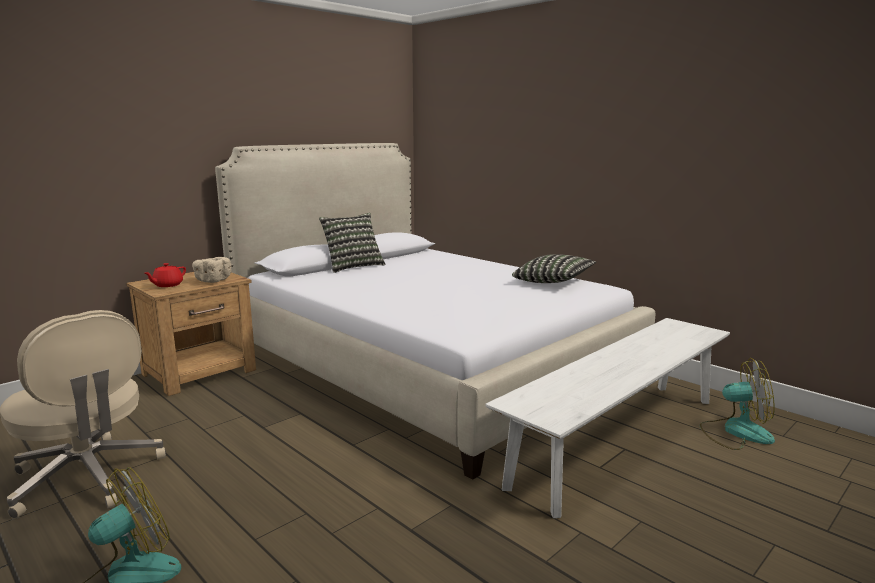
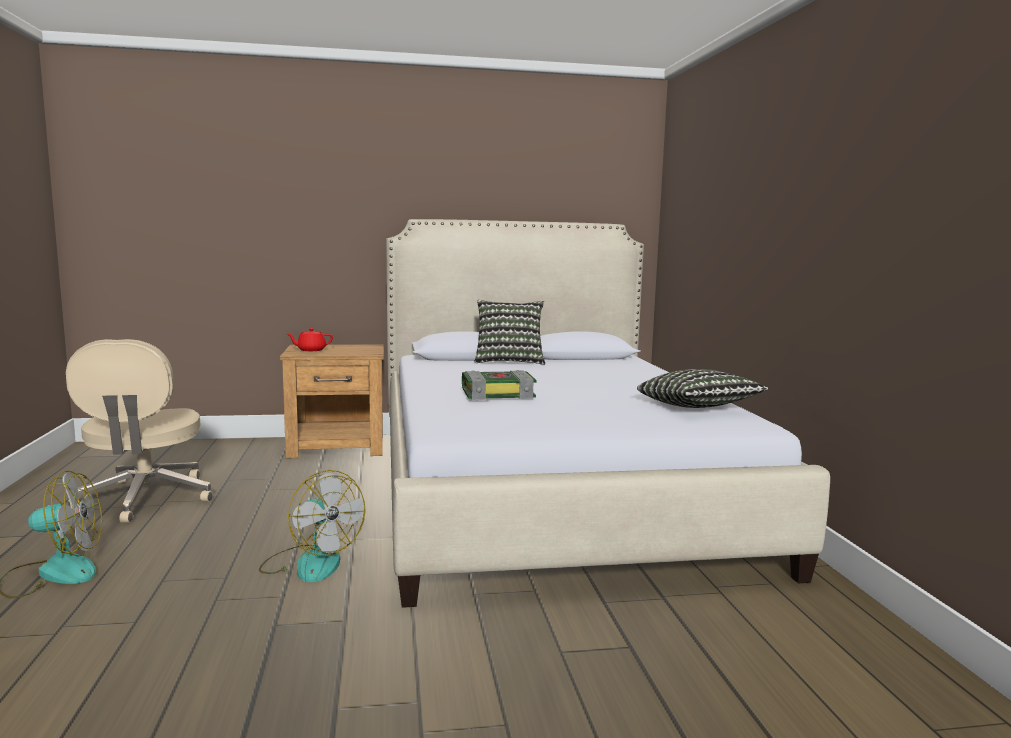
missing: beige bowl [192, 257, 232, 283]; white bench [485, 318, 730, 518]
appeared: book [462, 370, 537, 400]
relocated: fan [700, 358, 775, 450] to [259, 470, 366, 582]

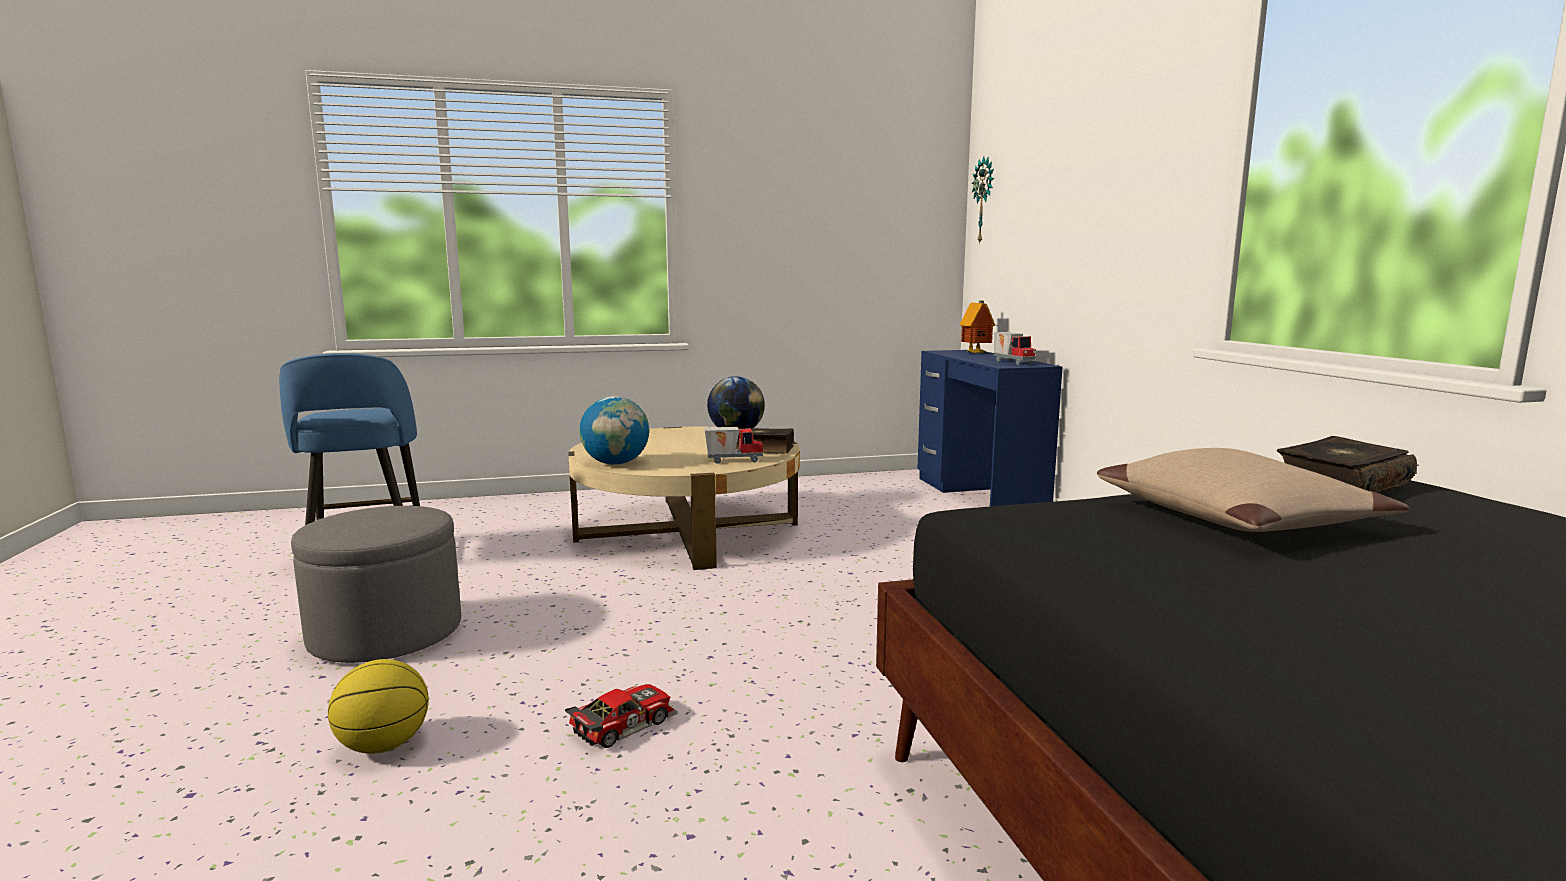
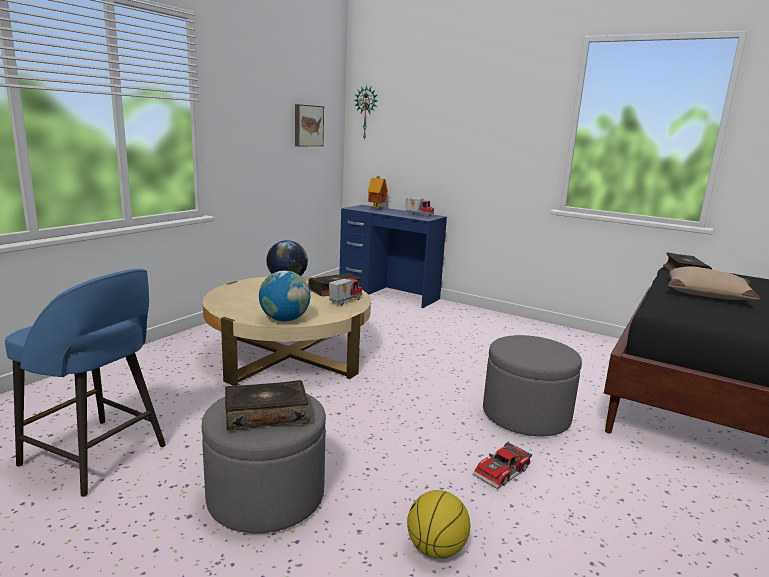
appeared: picture [295, 104, 324, 146]; grey ottoman [483, 335, 582, 436]; book [225, 380, 310, 430]
spun: toy car [565, 684, 678, 748] = [473, 442, 532, 489] 135 degrees counterclockwise

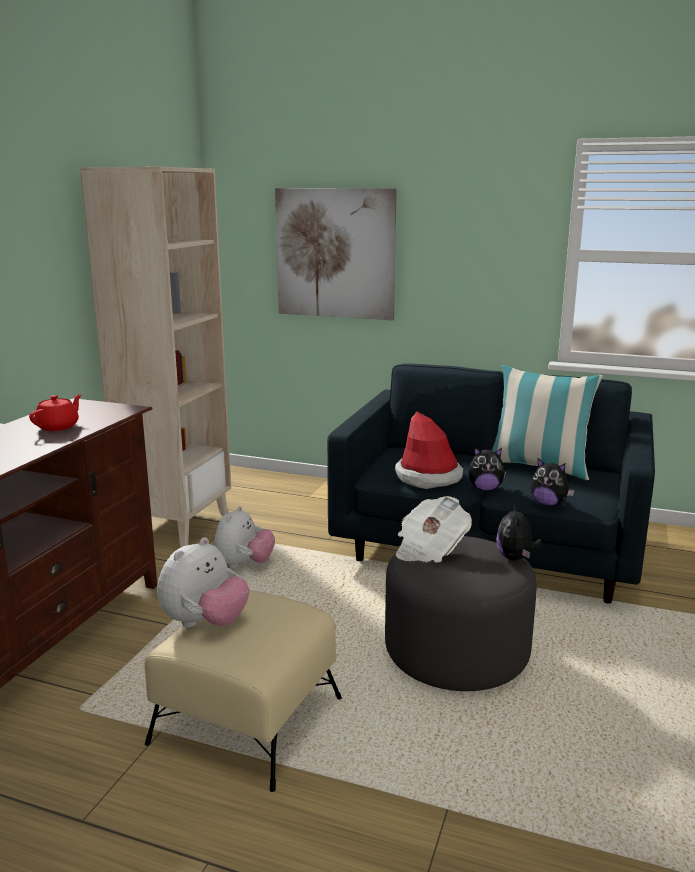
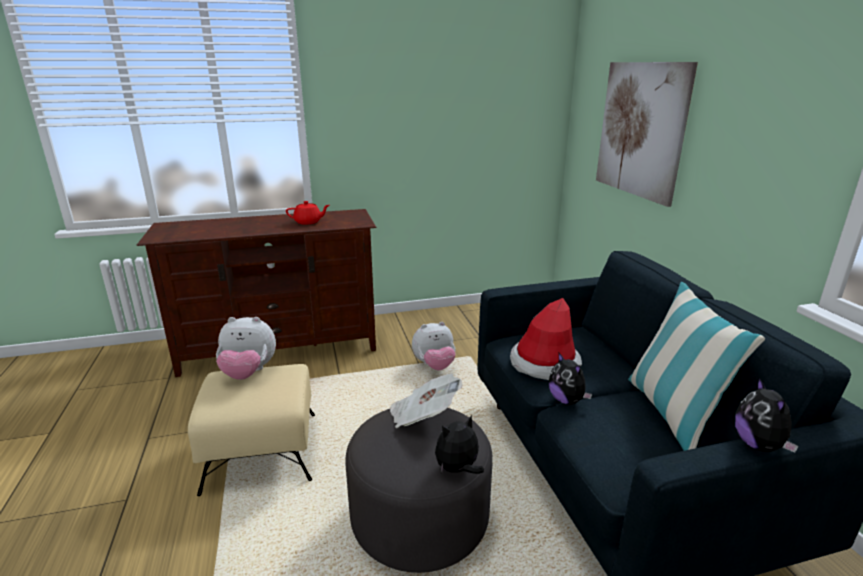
missing: beige bookcase [80, 167, 231, 547]
relocated: plush toy [531, 458, 575, 506] to [735, 378, 798, 452]

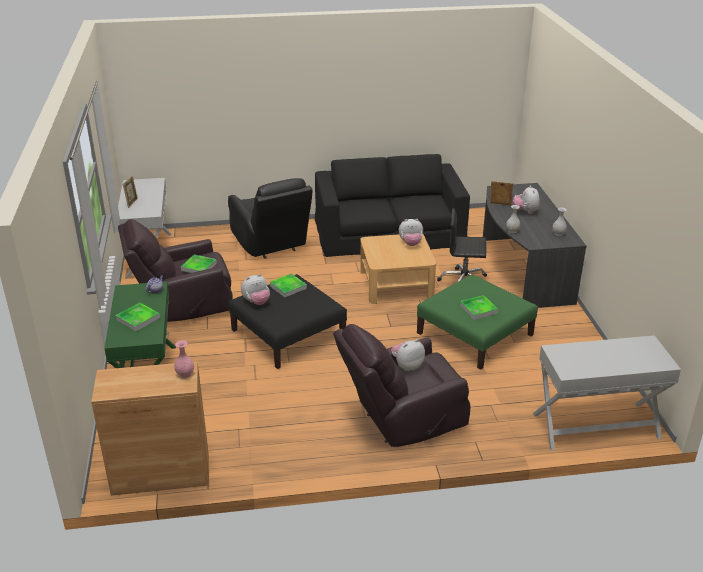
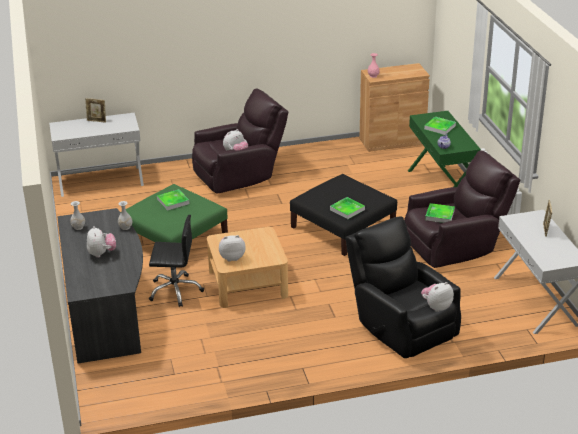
missing: black sofa [315, 154, 470, 257]
relocated: picture frame [490, 181, 513, 206] to [85, 98, 106, 123]; plush toy [241, 274, 270, 305] to [421, 282, 454, 312]

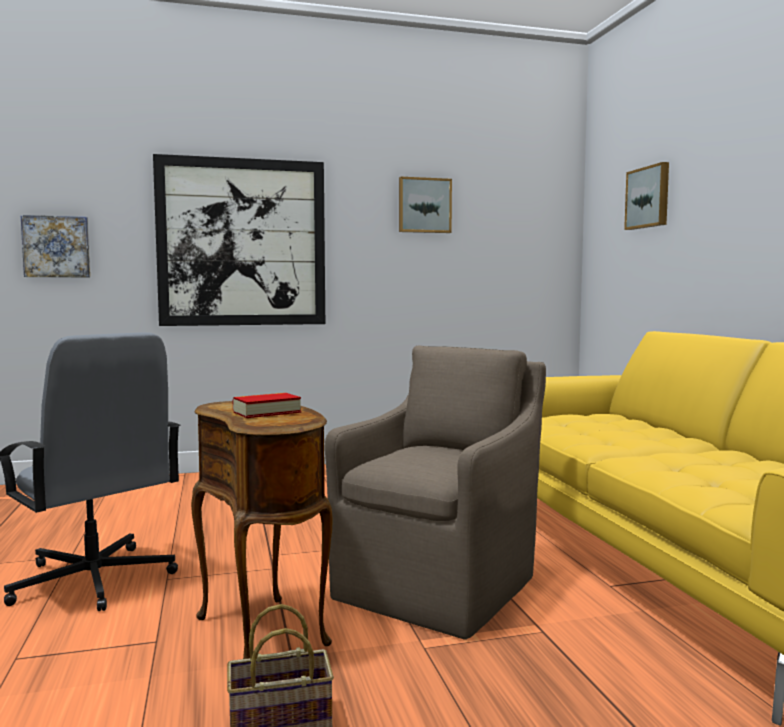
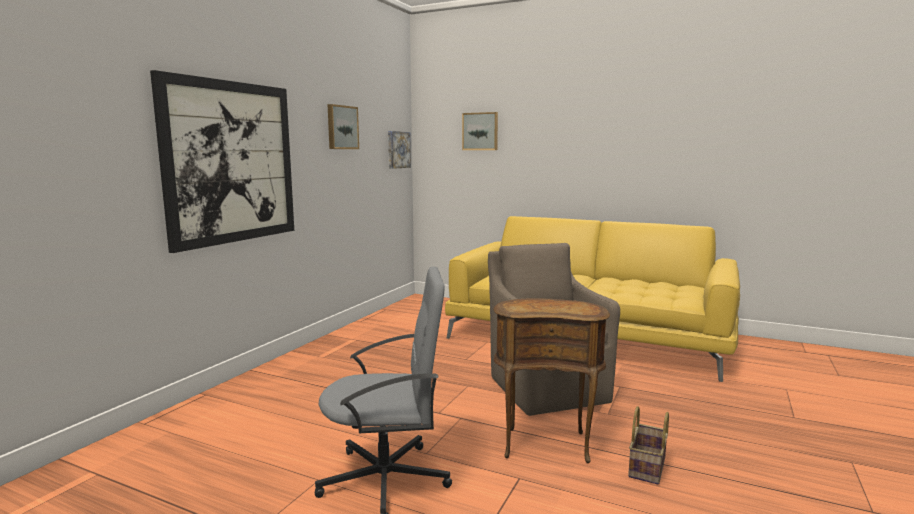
missing: book [233, 393, 301, 418]
relocated: picture [21, 215, 90, 277] to [388, 131, 411, 169]

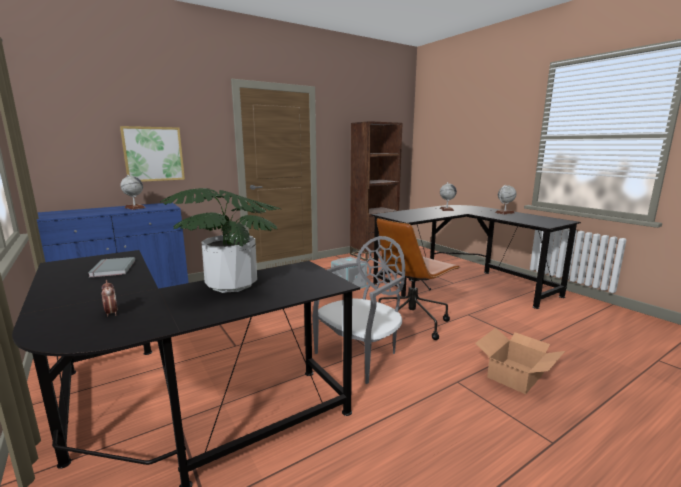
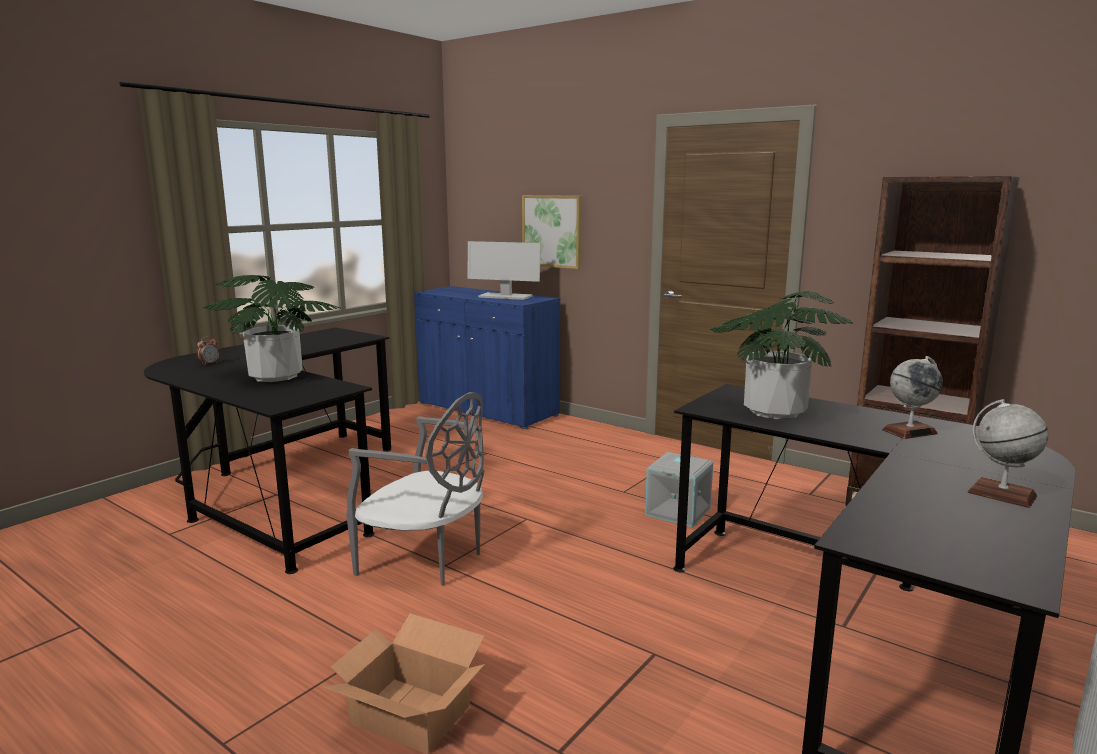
missing: brown office chair [377, 218, 460, 340]; grey book [88, 257, 135, 277]
appeared: potted plant [709, 291, 853, 419]
exchanged: globe [120, 175, 145, 210] to monitor [468, 241, 541, 300]

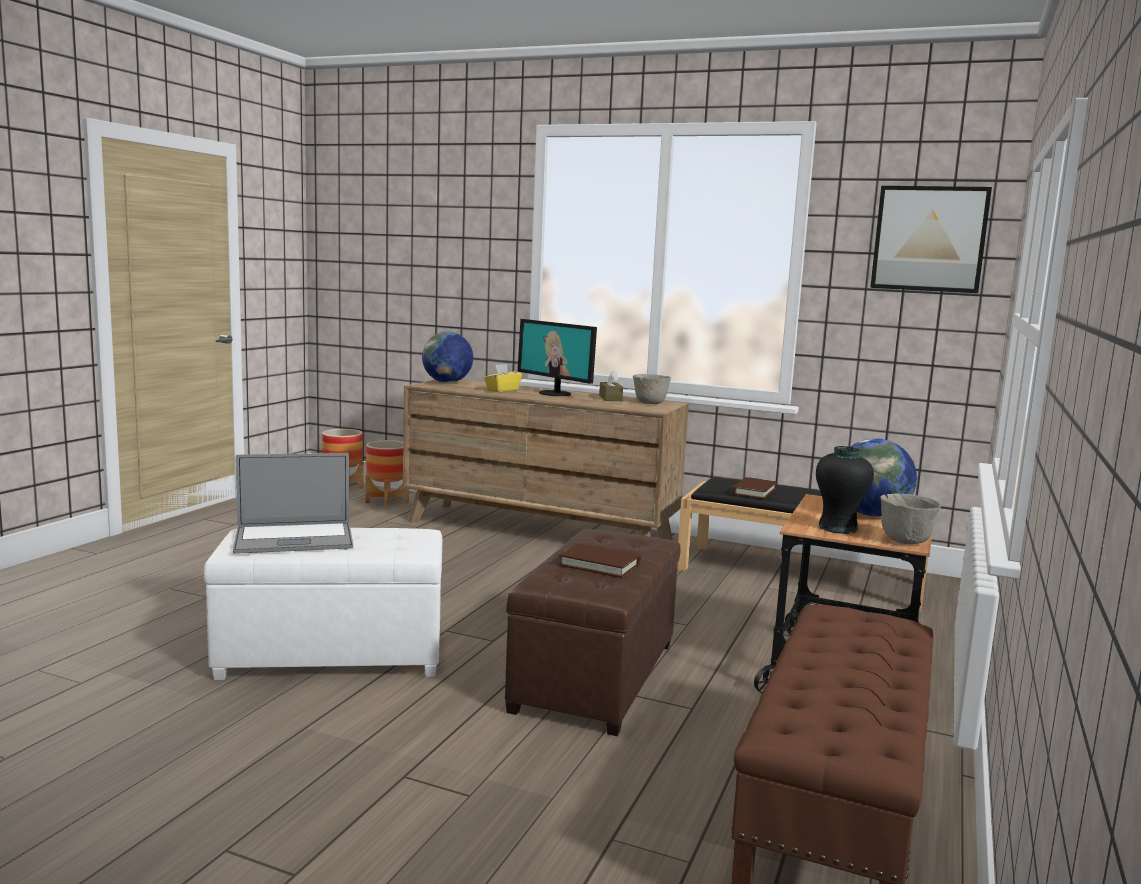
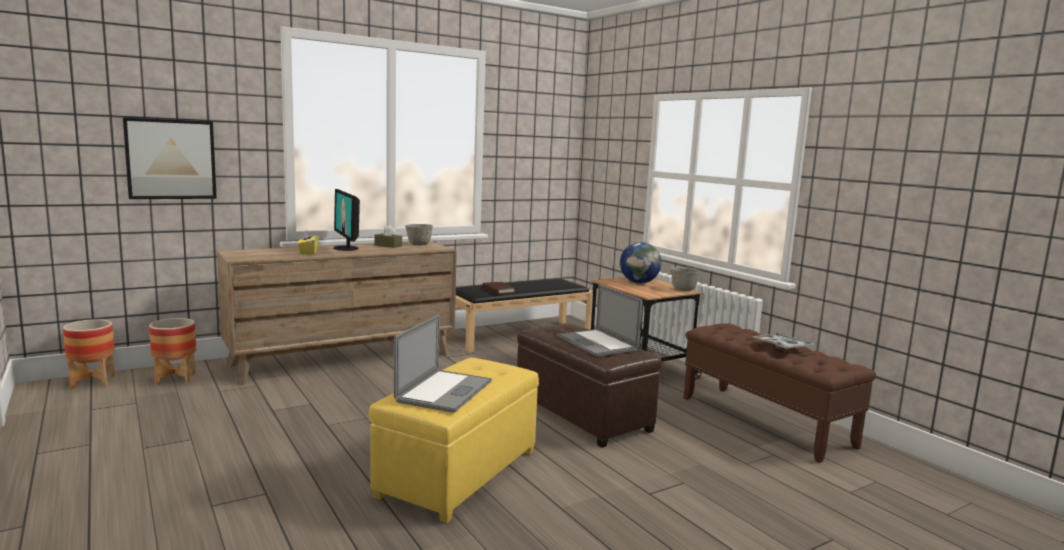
missing: globe [422, 332, 473, 383]; black vase [816, 446, 874, 534]
appeared: tray [753, 333, 813, 349]
relocated: picture [870, 186, 992, 293] to [123, 117, 217, 199]
exchanged: brown book [559, 543, 641, 578] to laptop [557, 284, 643, 356]
colour: white ottoman [204, 528, 442, 680] to yellow ottoman [369, 358, 539, 524]
spun: monitor [517, 319, 597, 396] = [333, 189, 360, 251] 75 degrees clockwise

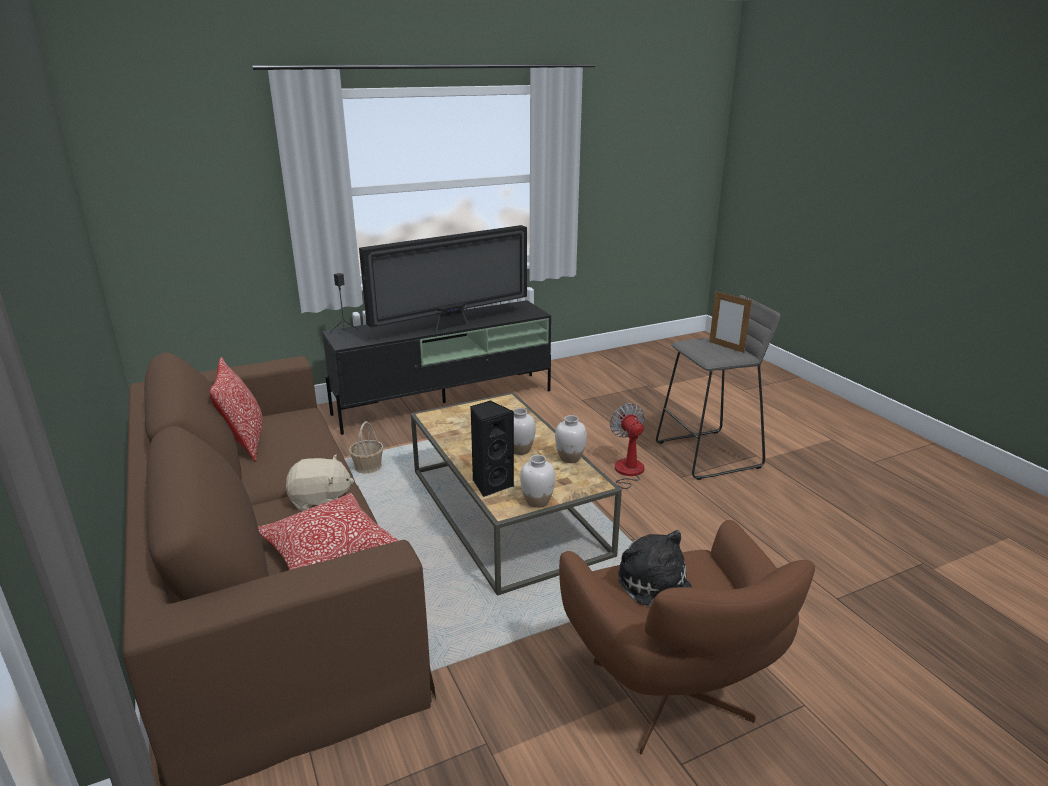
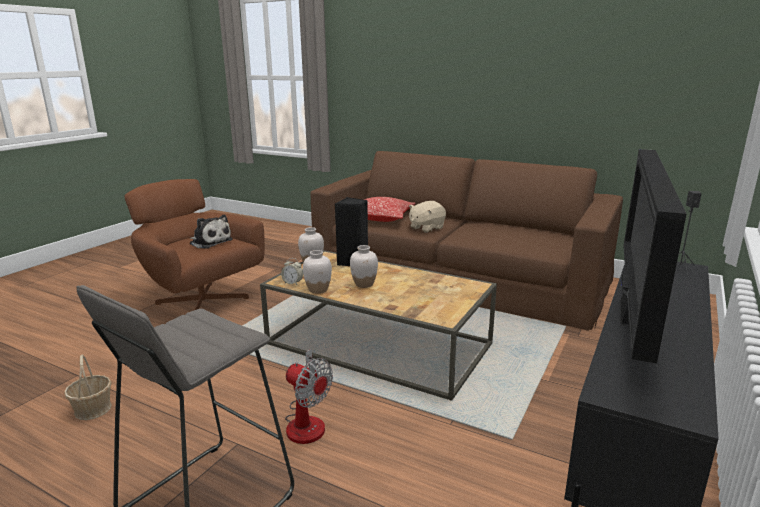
missing: picture frame [709, 291, 752, 353]; pillow [210, 357, 263, 462]
appeared: alarm clock [281, 258, 303, 285]
relocated: basket [349, 421, 384, 474] to [64, 354, 112, 420]

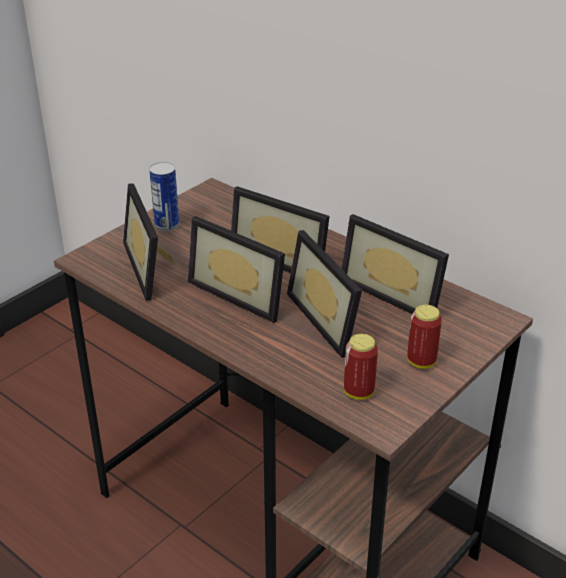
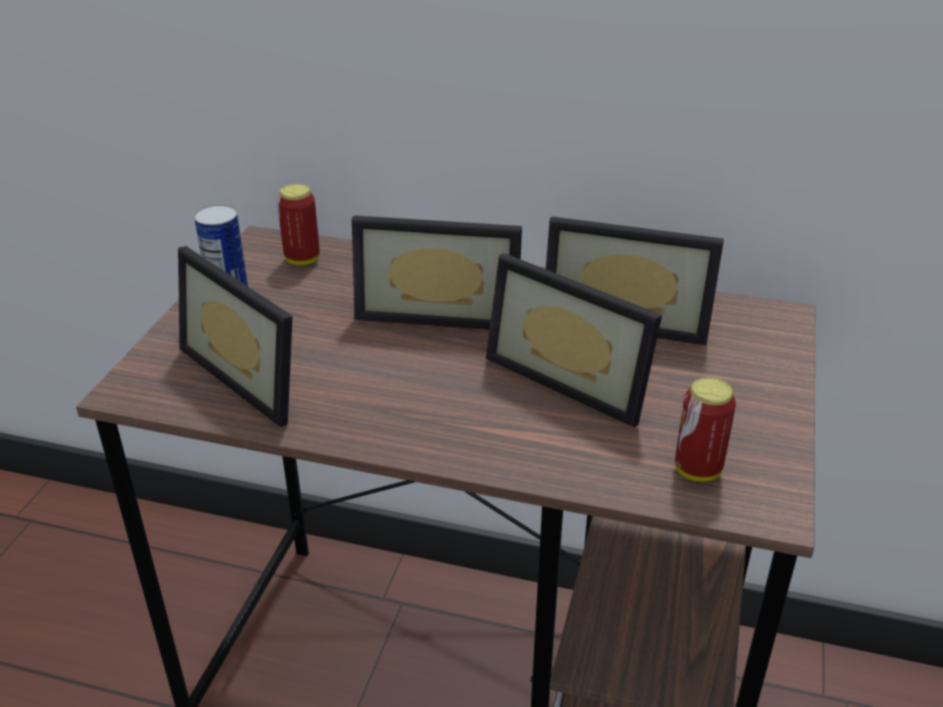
missing: picture frame [188, 216, 285, 323]
relocated: can [407, 305, 442, 369] to [277, 184, 320, 266]

